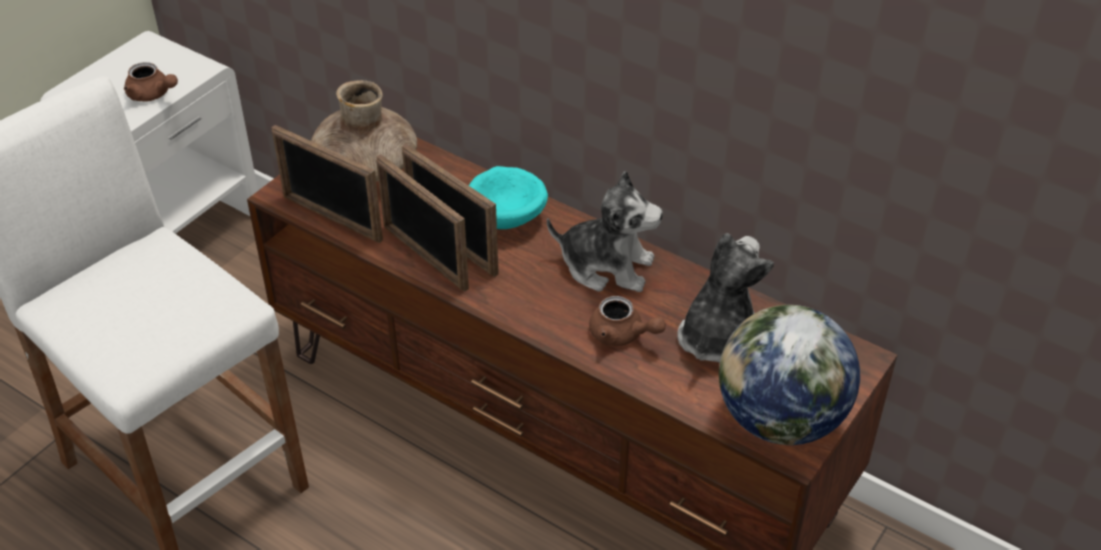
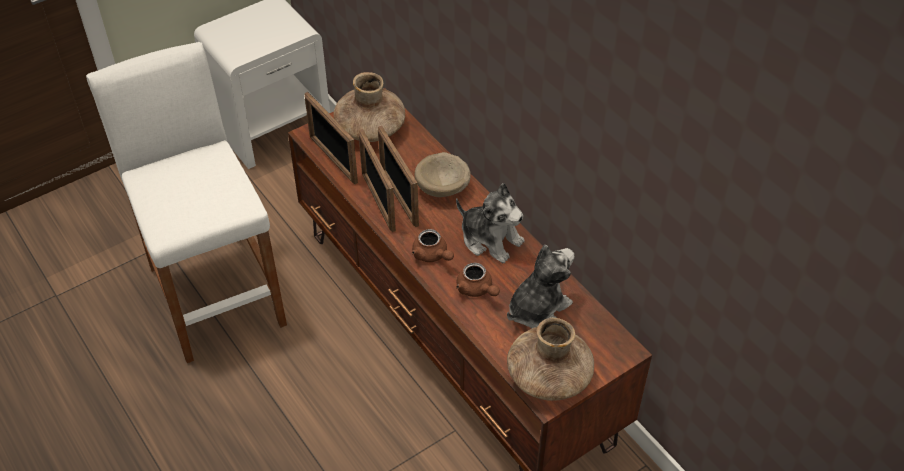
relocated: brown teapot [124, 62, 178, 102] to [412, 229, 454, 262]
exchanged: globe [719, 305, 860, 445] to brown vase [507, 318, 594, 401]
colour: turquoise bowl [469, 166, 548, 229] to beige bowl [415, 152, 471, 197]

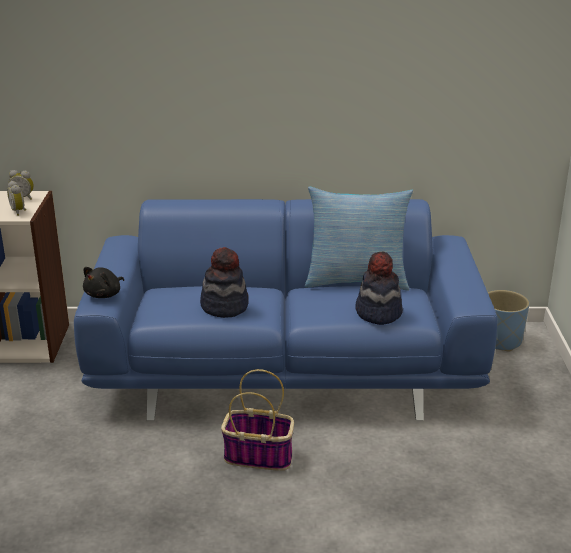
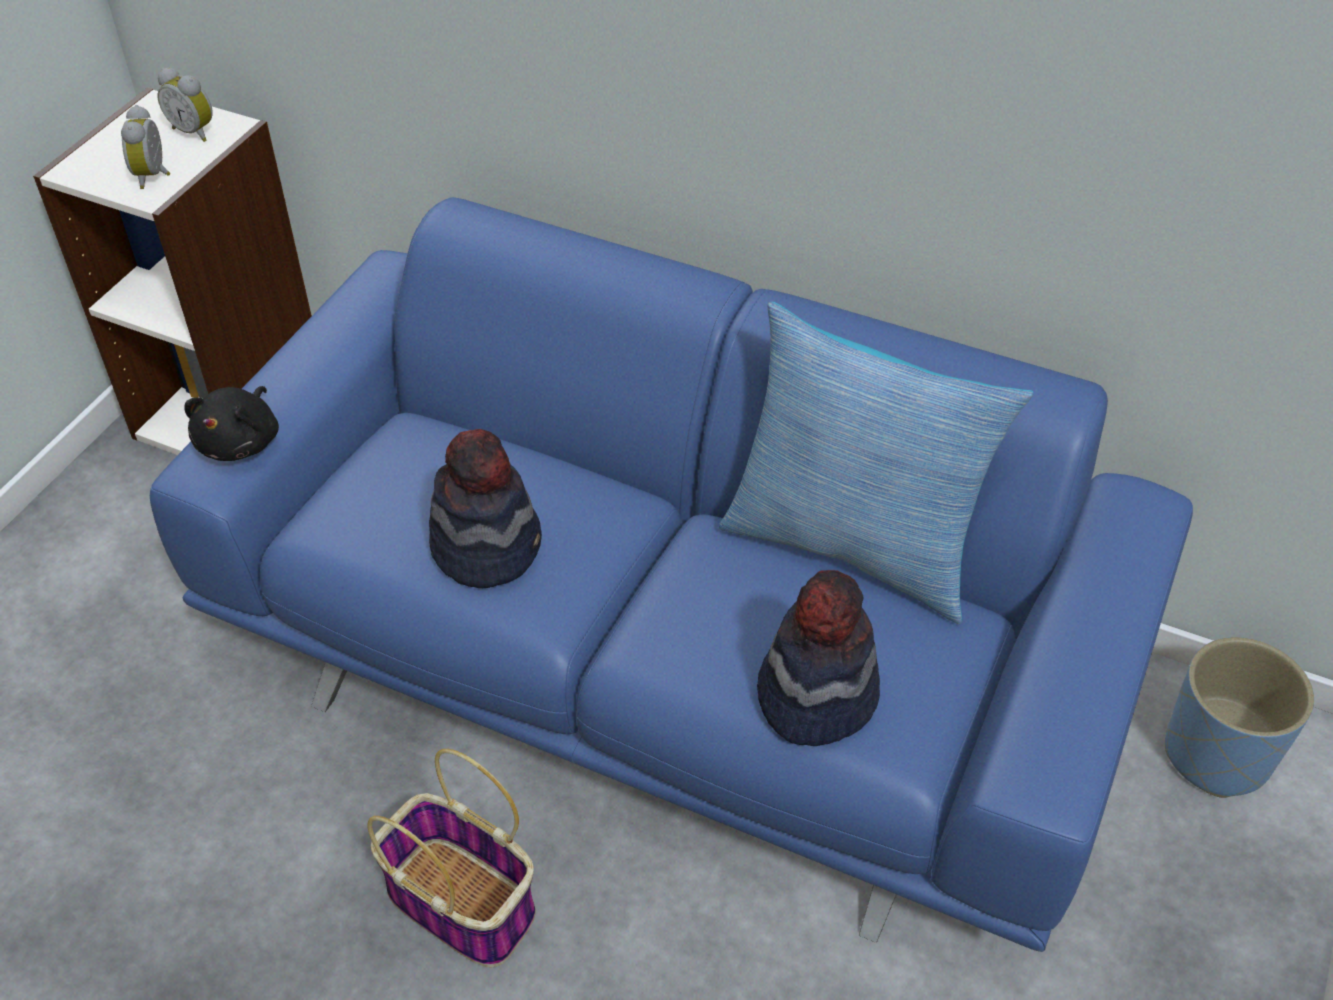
spun: black plush toy [83, 267, 124, 298] = [184, 386, 279, 461] 45 degrees counterclockwise

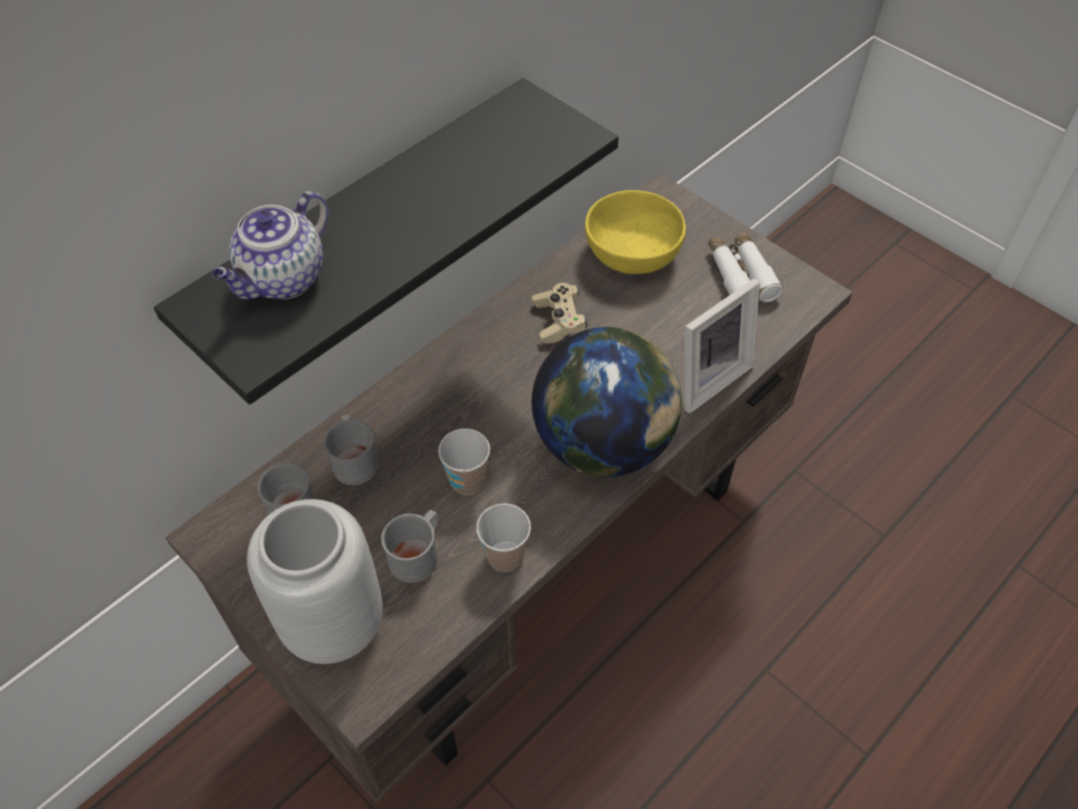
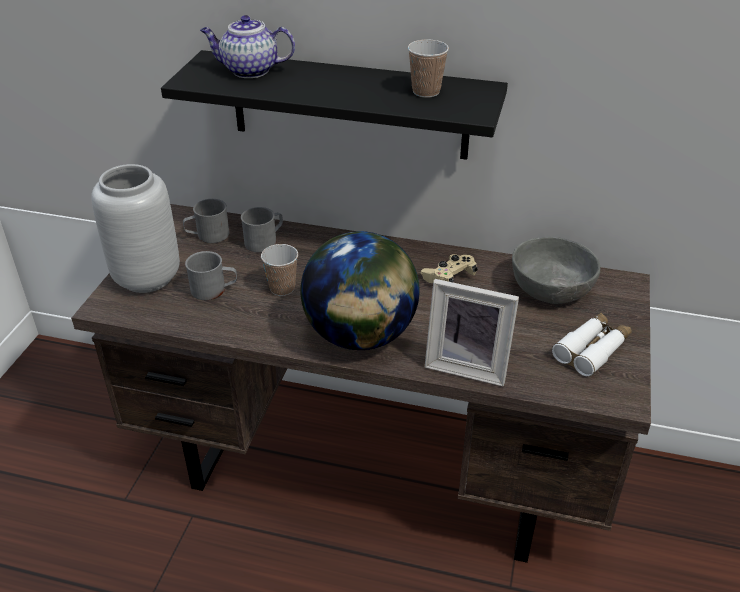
relocated: cup [476, 503, 531, 572] to [408, 39, 449, 98]
colour: yellow bowl [585, 190, 686, 274] to grey bowl [512, 237, 600, 304]

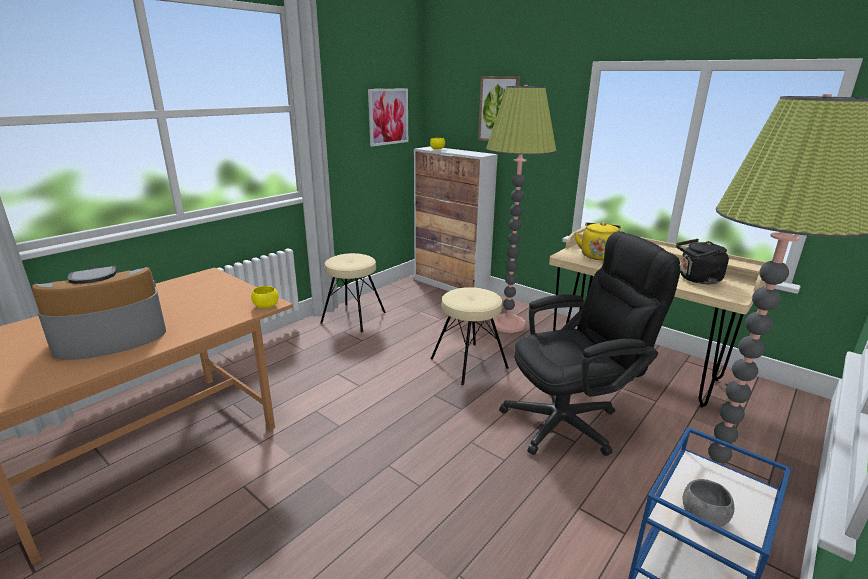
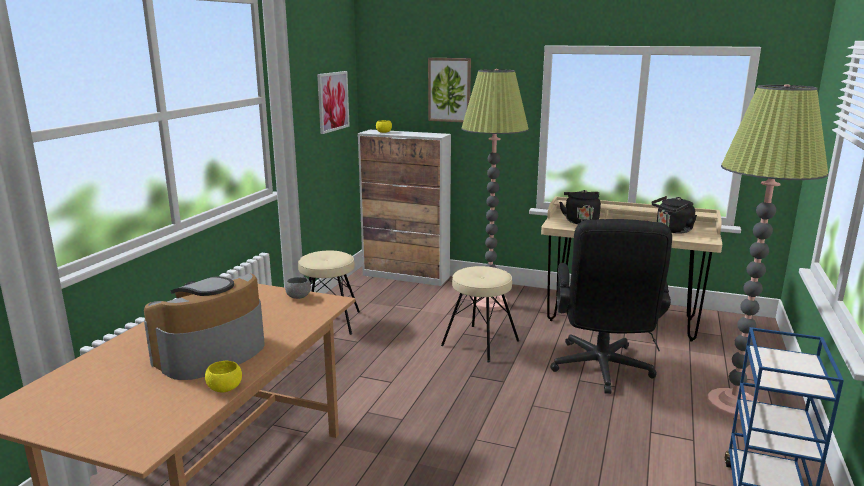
relocated: yellow bowl [251, 286, 278, 308] to [205, 360, 242, 392]; grey bowl [683, 479, 734, 527] to [285, 277, 311, 299]
colour: yellow kettle [575, 222, 621, 260] to black kettle [559, 190, 601, 224]
spun: black office chair [499, 231, 681, 456] = [550, 219, 672, 394] 135 degrees clockwise

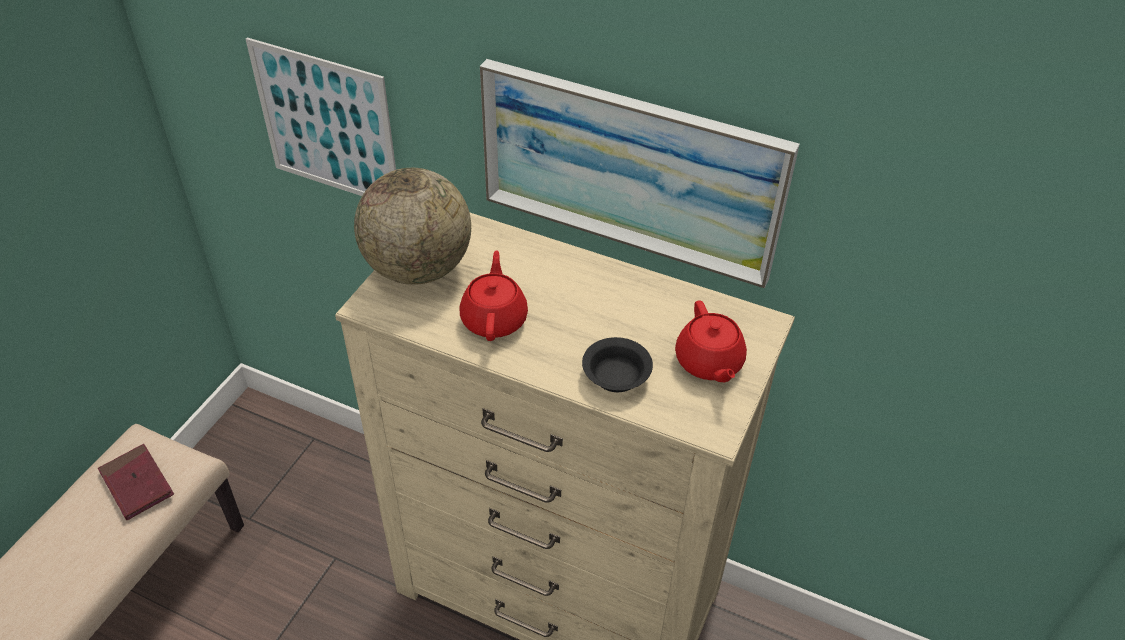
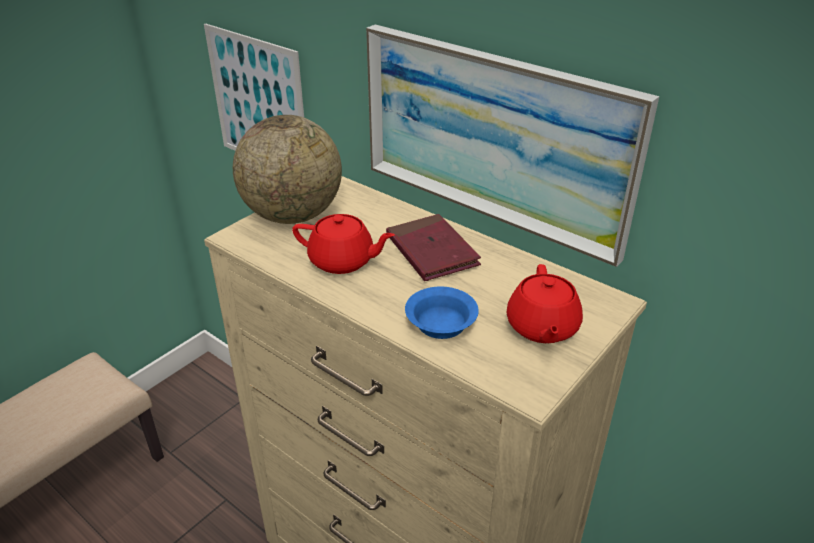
relocated: red book [98, 444, 174, 520] to [386, 214, 481, 281]
colour: black bowl [582, 337, 653, 392] to blue bowl [405, 287, 479, 339]
spun: red teapot [460, 250, 528, 341] = [292, 214, 395, 274] 90 degrees clockwise

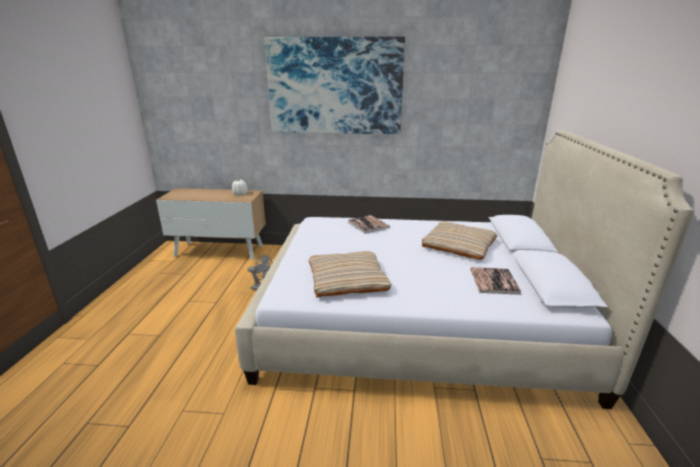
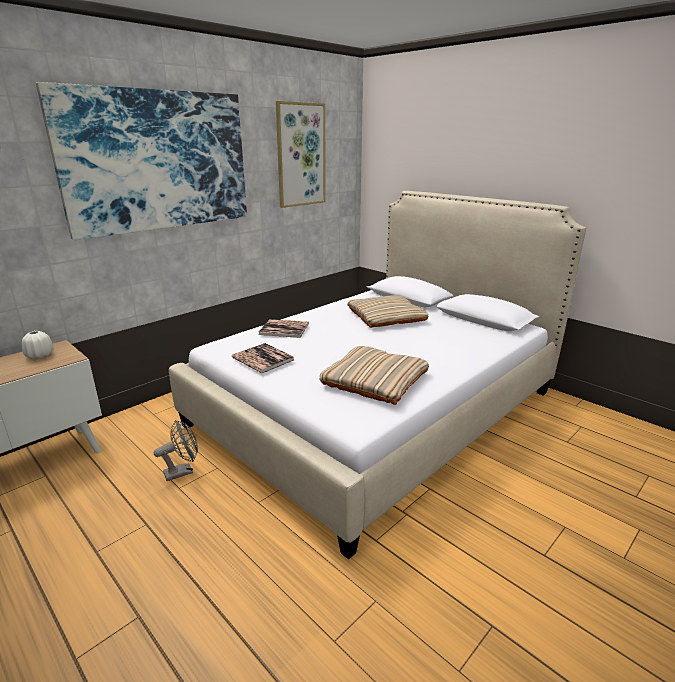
appeared: picture [276, 101, 325, 208]
relocated: book [470, 267, 522, 295] to [232, 343, 294, 373]

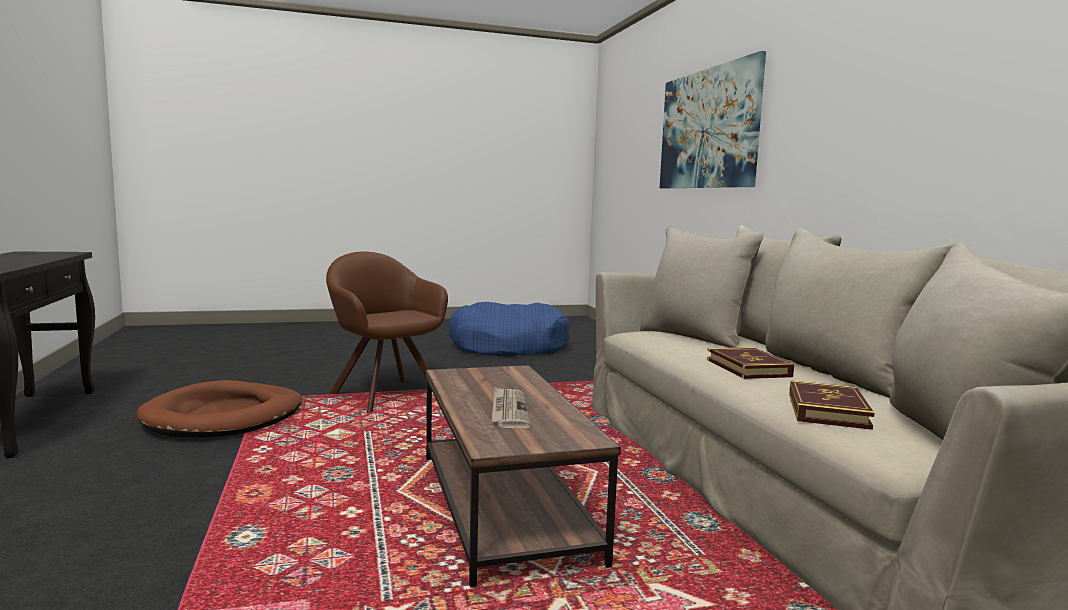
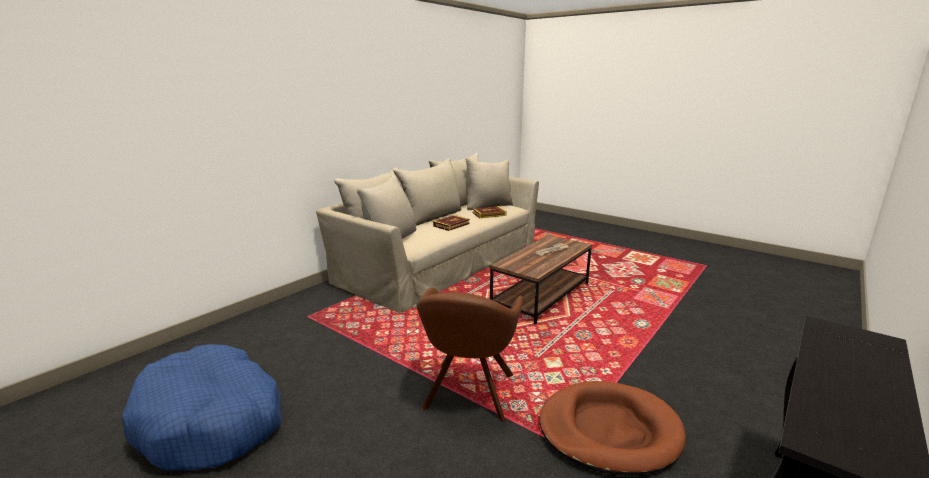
missing: picture [660, 51, 766, 188]

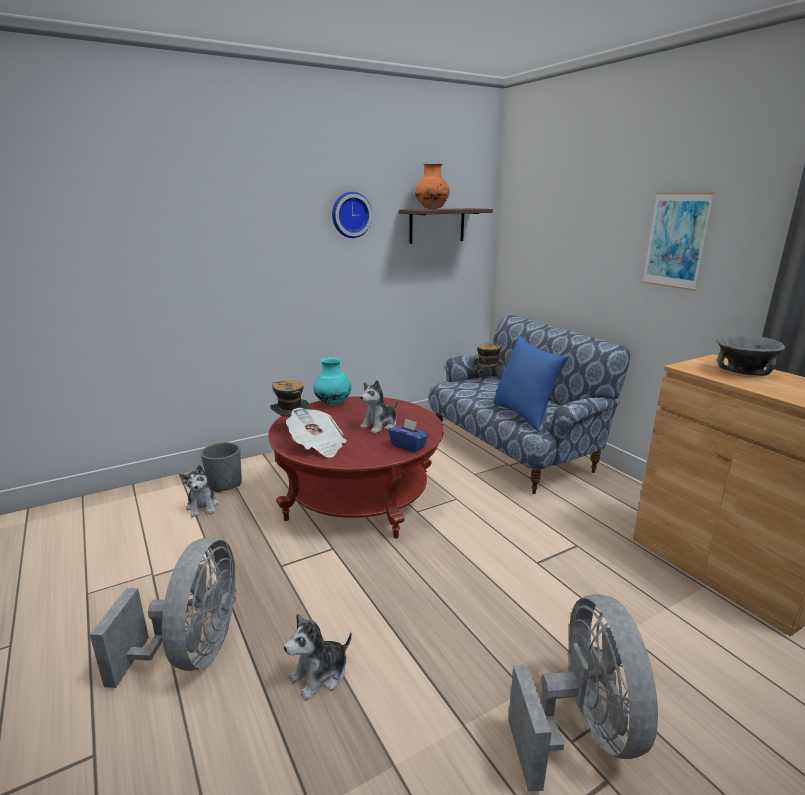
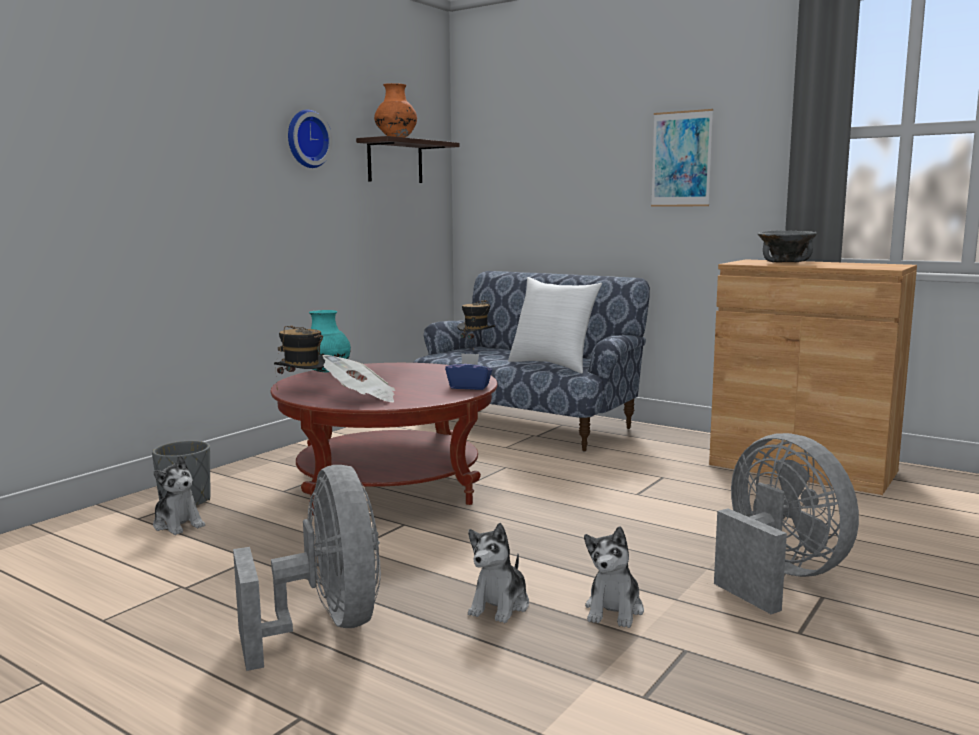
relocated: plush toy [360, 380, 398, 434] to [584, 526, 644, 628]
colour: blue pillow [493, 336, 569, 432] to white pillow [508, 277, 602, 373]

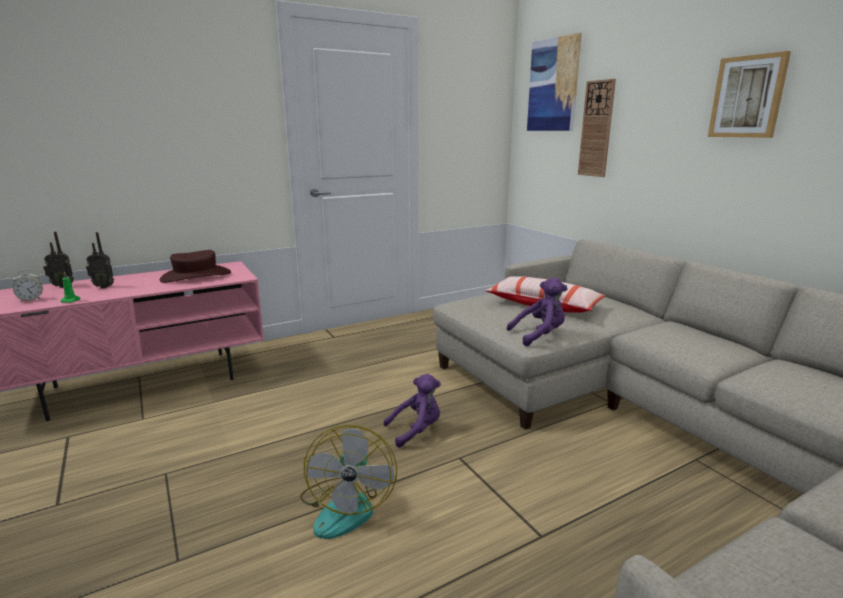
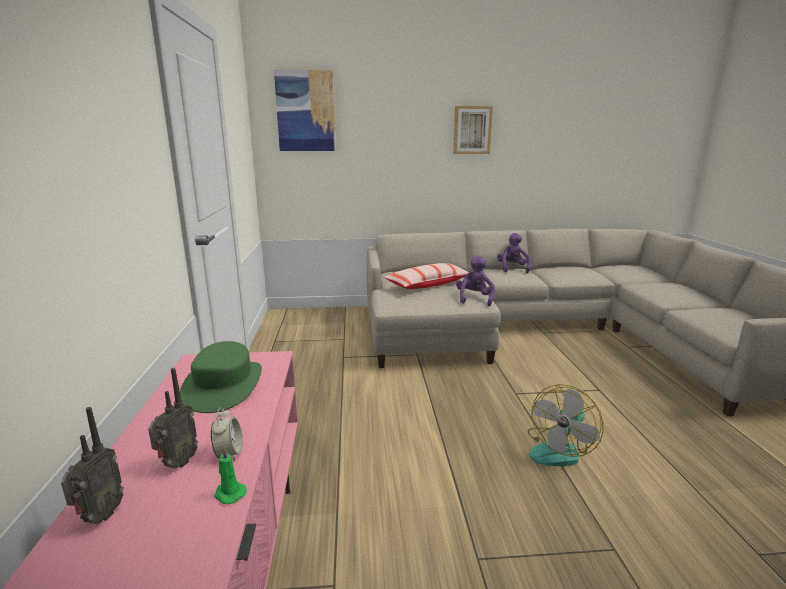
missing: wall clock [578, 79, 616, 177]
relocated: alarm clock [13, 270, 43, 302] to [211, 408, 243, 461]; purple plush toy [383, 374, 441, 448] to [497, 233, 531, 274]
colour: brown hat [160, 250, 231, 283] to green hat [180, 341, 262, 413]
spun: fan [300, 425, 397, 539] = [528, 384, 603, 466] 105 degrees clockwise

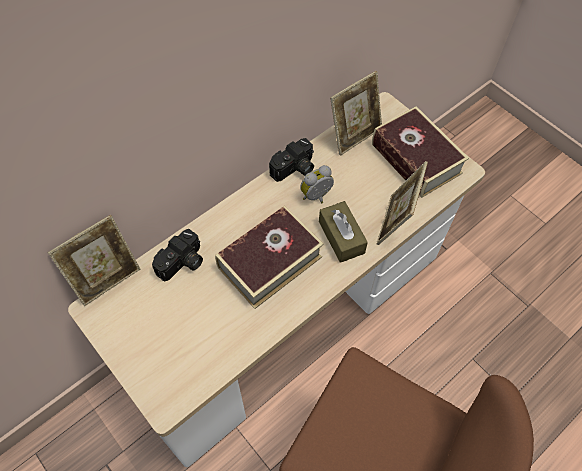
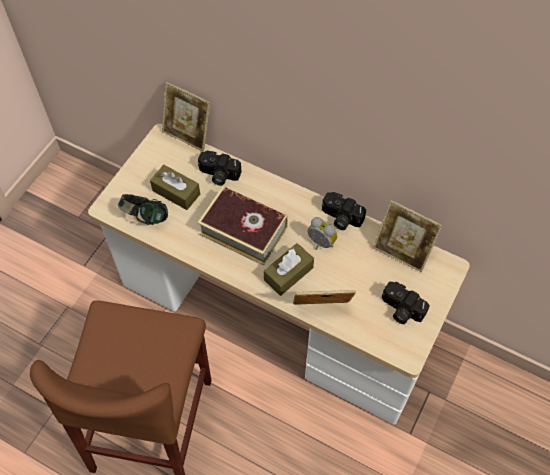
appeared: brown tissue box [150, 165, 200, 210]; headphones [118, 194, 168, 225]
exchanged: book [372, 106, 469, 198] to photo camera [382, 281, 430, 324]

